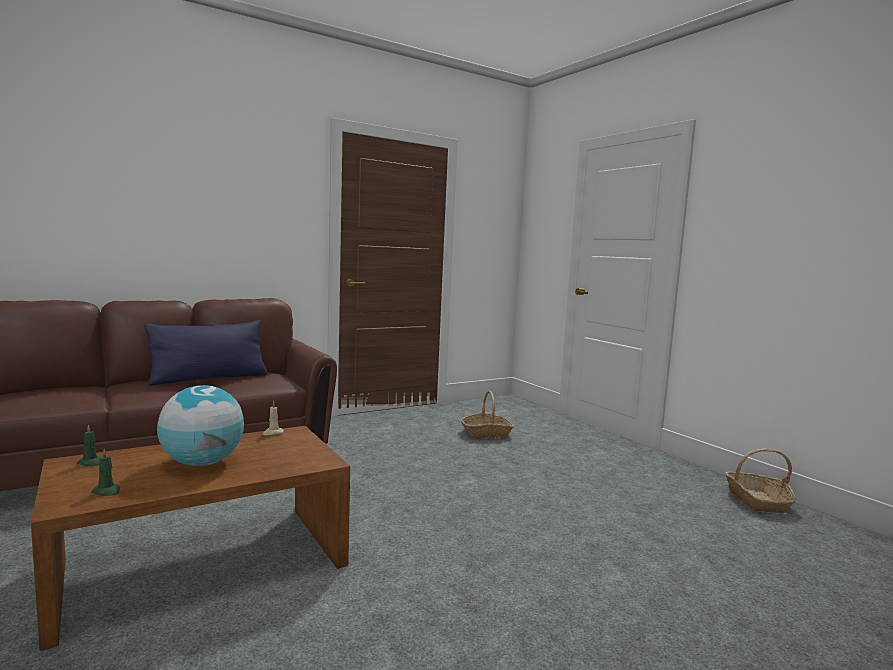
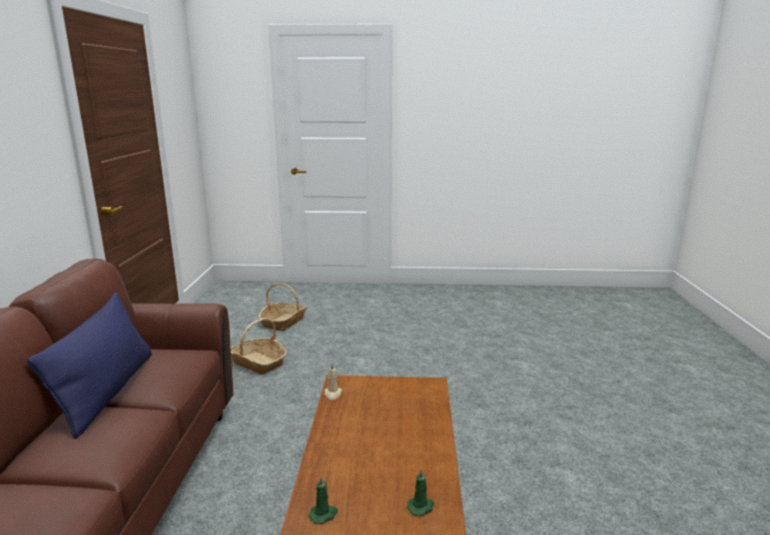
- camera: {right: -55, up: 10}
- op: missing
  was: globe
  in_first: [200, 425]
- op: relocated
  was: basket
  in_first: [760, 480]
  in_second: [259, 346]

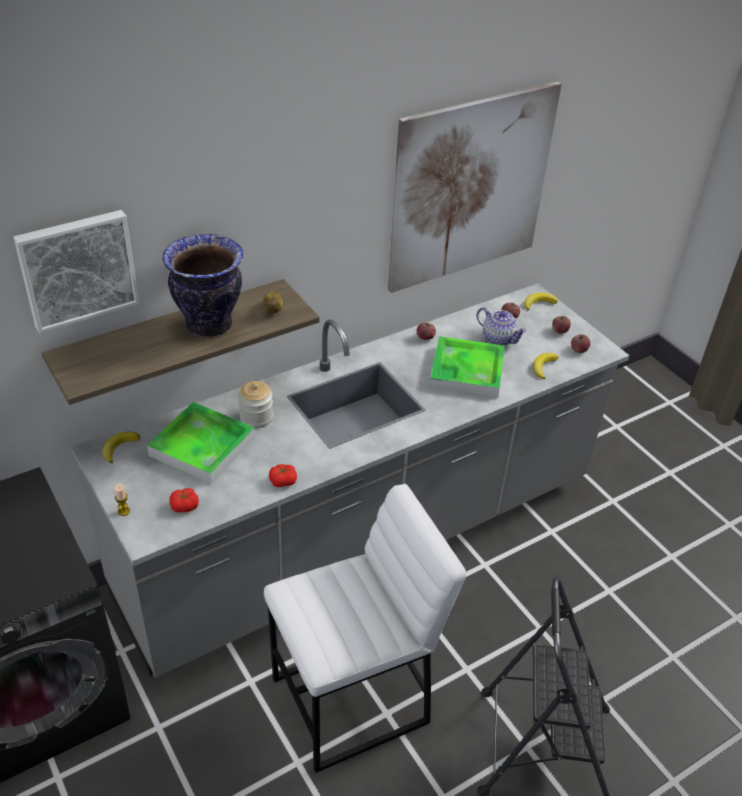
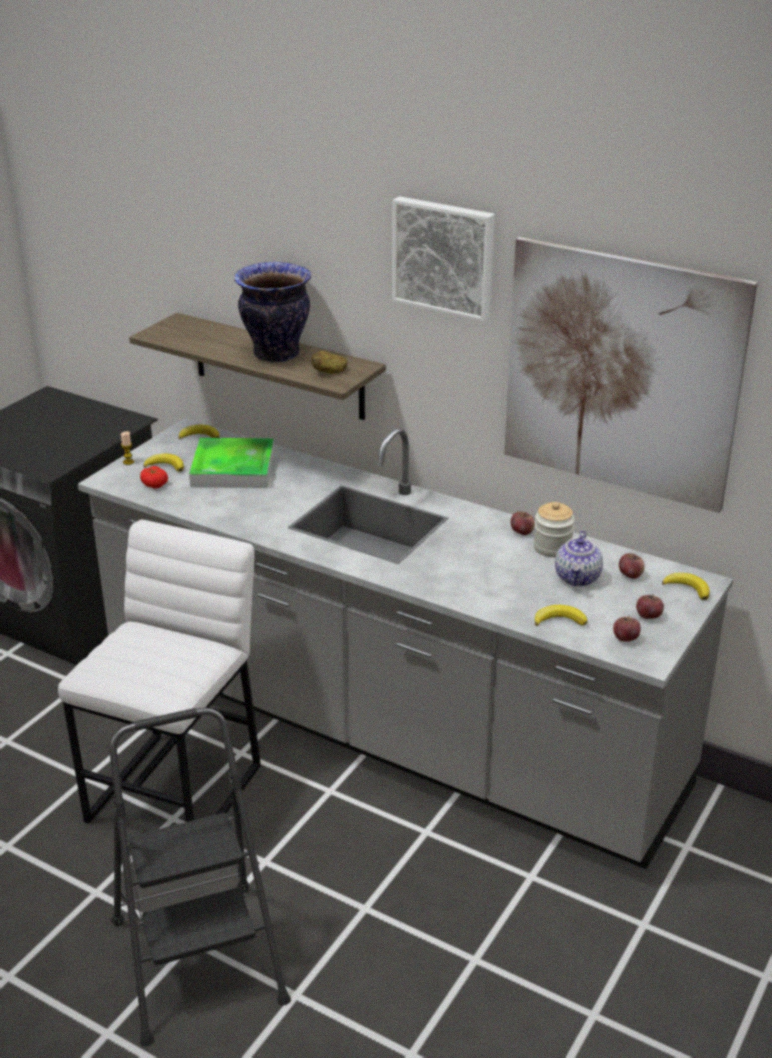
- camera: {right: 65, up: -10}
- op: missing
  was: tomato
  in_first: [283, 475]
- op: missing
  was: tray
  in_first: [466, 367]
- op: appeared
  now: banana
  in_second: [163, 463]
- op: relocated
  was: picture
  in_first: [76, 271]
  in_second: [443, 259]
- op: relocated
  was: jar
  in_first: [255, 405]
  in_second: [554, 529]
- op: spun
  was: white chair
  in_first: [365, 628]
  in_second: [159, 672]
  clockwise: -105

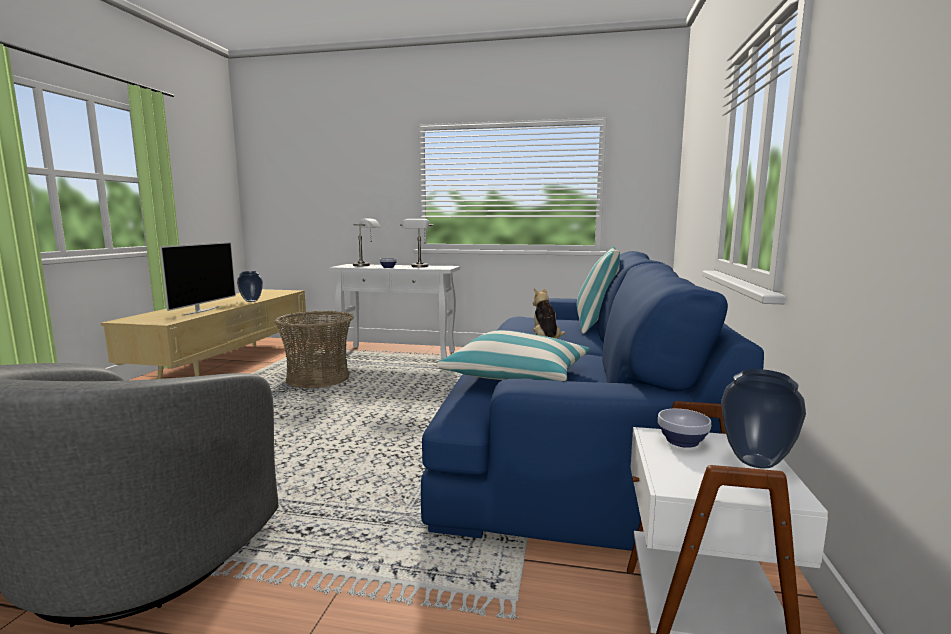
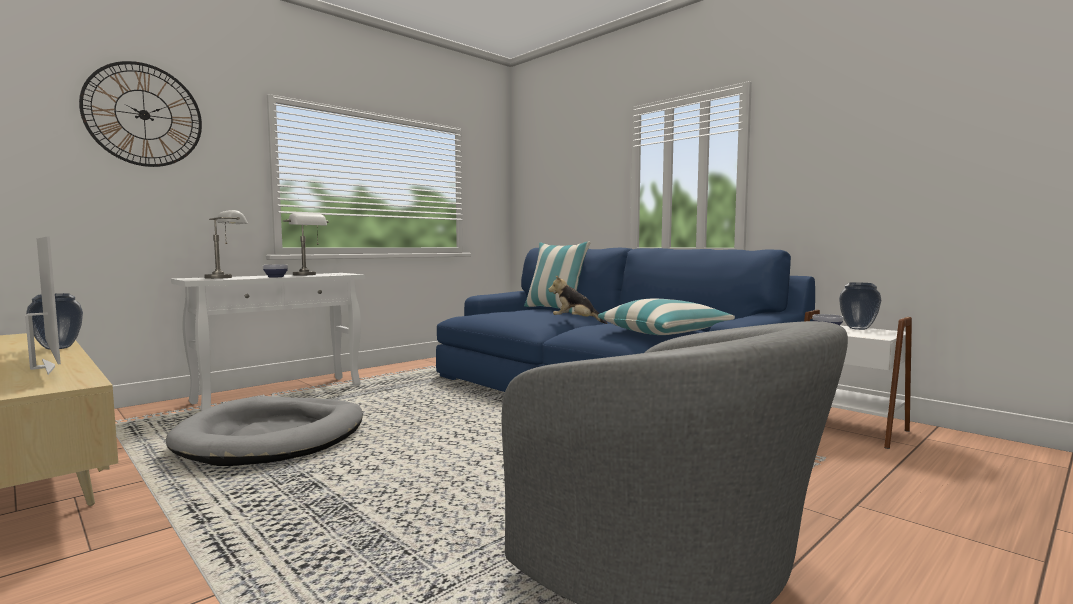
- camera: {right: -55, up: -5}
- op: appeared
  now: wall clock
  in_second: [140, 114]
- op: exchanged
  was: basket
  now: grey dog bed
  in_first: [314, 349]
  in_second: [264, 431]

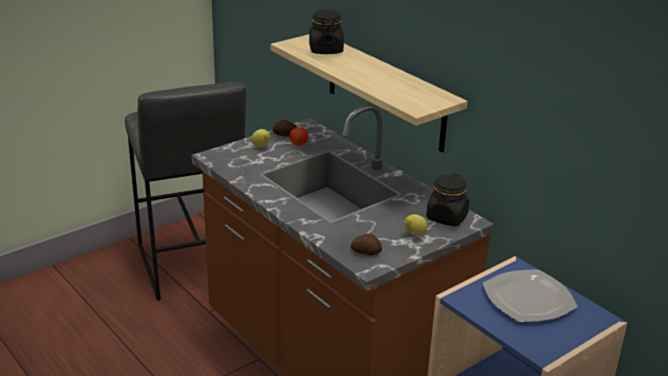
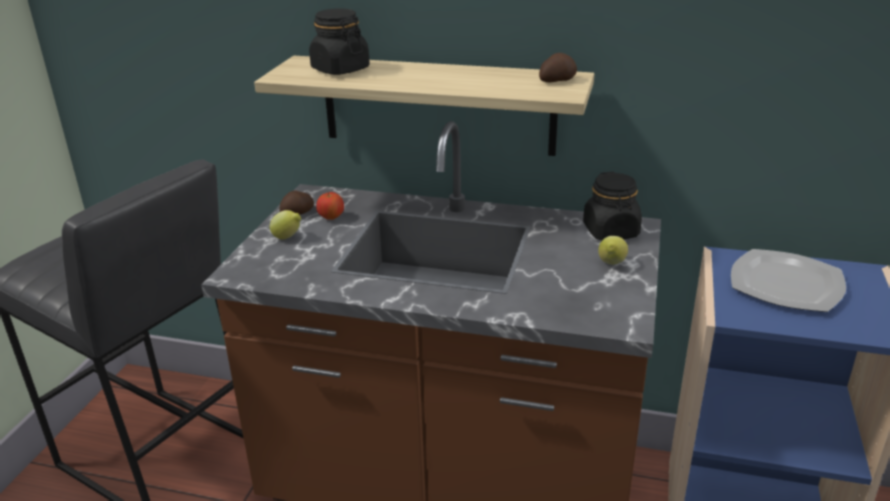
- camera: {right: -35, up: 0}
- op: relocated
  was: potato
  in_first: [366, 244]
  in_second: [558, 68]

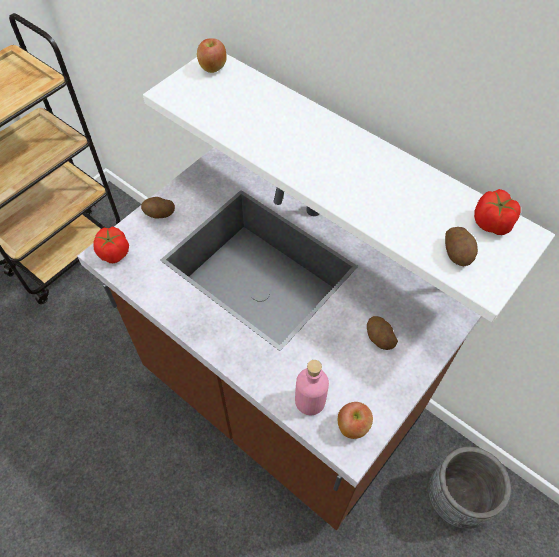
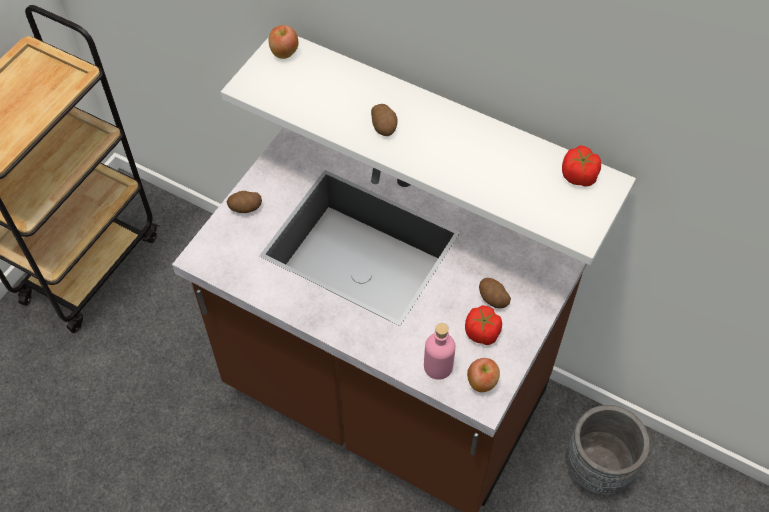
- camera: {right: -10, up: 0}
- op: relocated
  was: tomato
  in_first: [111, 244]
  in_second: [483, 325]
- op: relocated
  was: potato
  in_first: [461, 246]
  in_second: [384, 120]

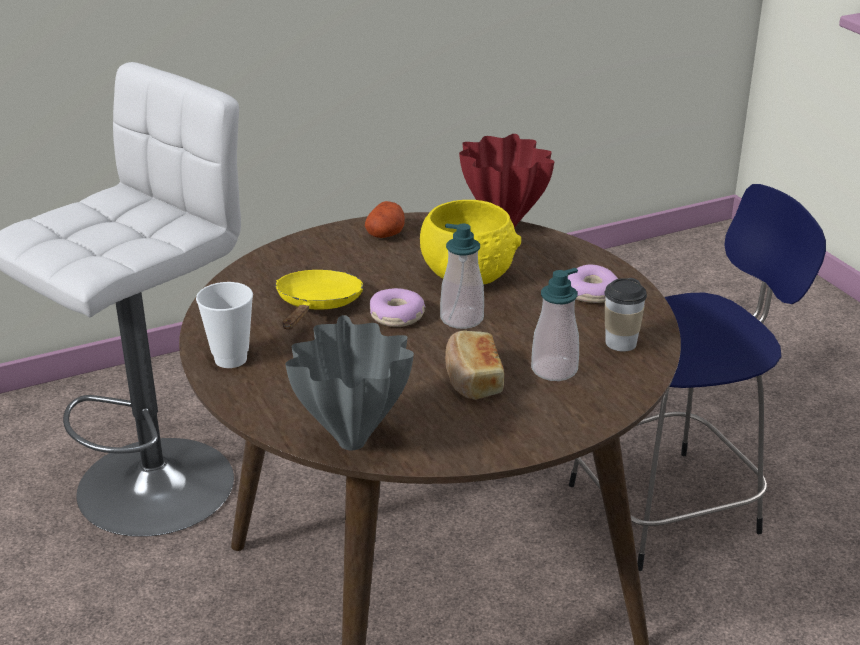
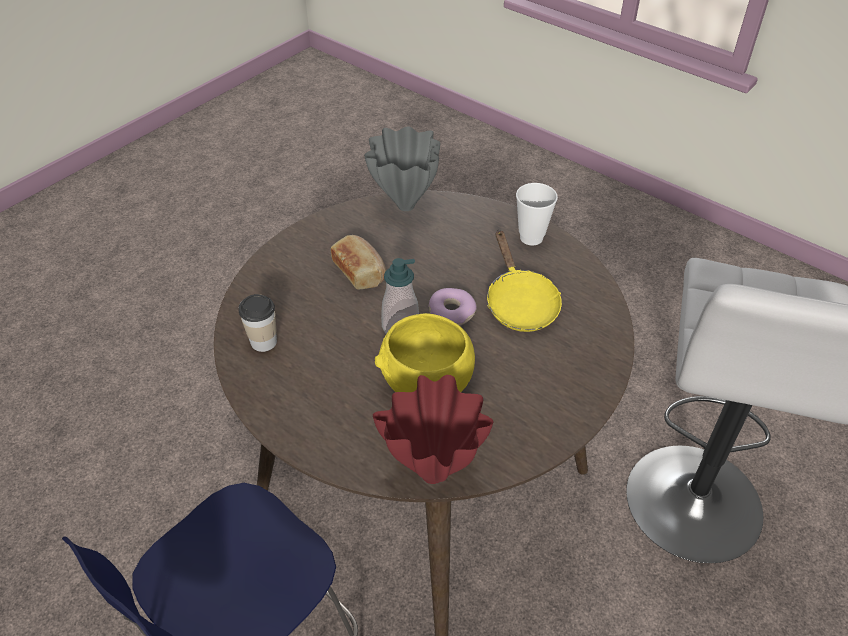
- camera: {right: 155, up: 15}
- op: missing
  was: potato
  in_first: [385, 219]
- op: missing
  was: soap dispenser
  in_first: [555, 324]
- op: missing
  was: donut
  in_first: [593, 284]

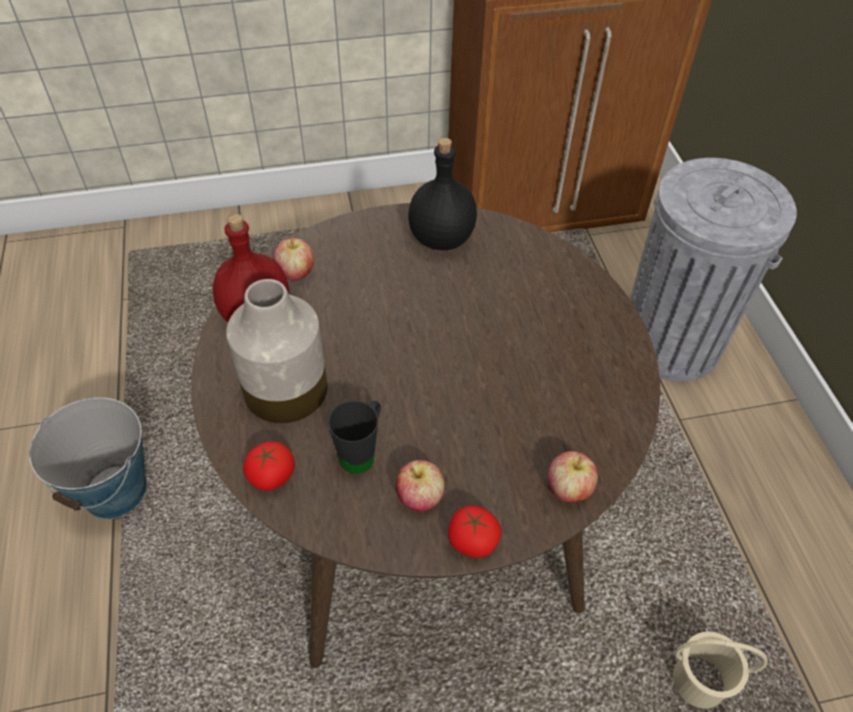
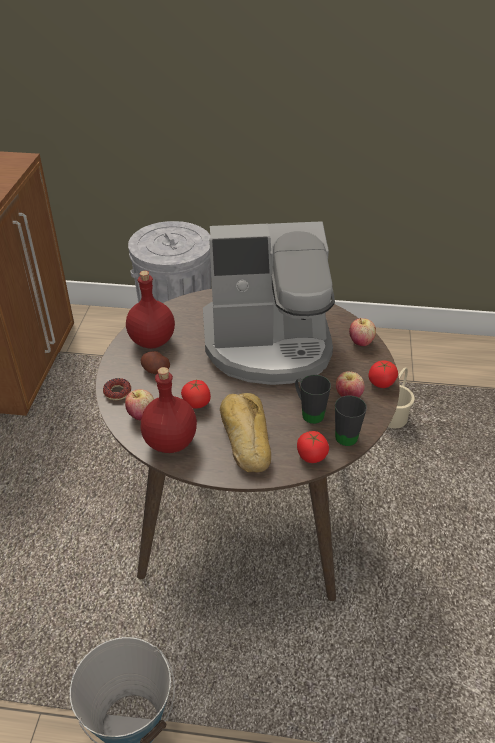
- camera: {right: -70, up: -10}
- op: appeared
  now: donut
  in_second: [117, 389]
- op: appeared
  now: potato
  in_second: [155, 362]
- op: appeared
  now: tomato
  in_second: [196, 394]
- op: appeared
  now: coffee machine
  in_second: [269, 303]
- op: appeared
  now: black mug
  in_second: [351, 421]
- op: exchanged
  was: beige vase
  now: bread
  in_first: [277, 351]
  in_second: [245, 432]
- op: colour
  was: black bottle
  now: red bottle
  in_first: [442, 194]
  in_second: [150, 310]

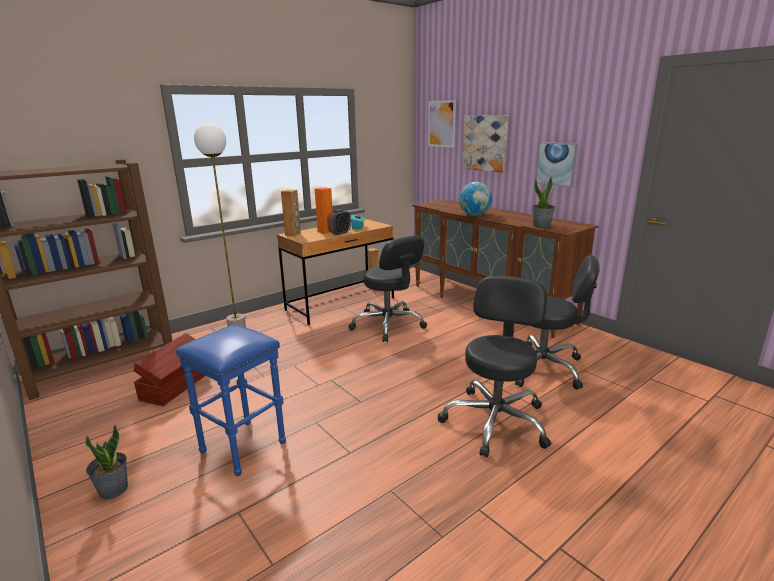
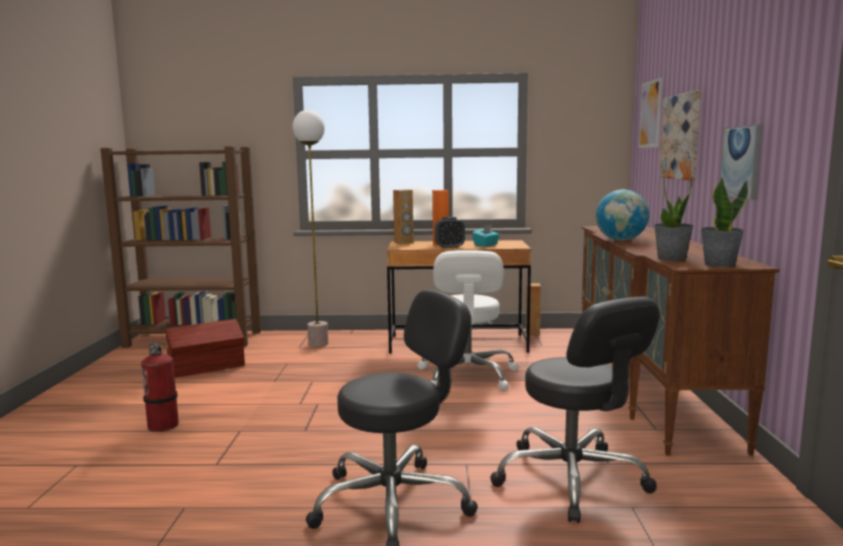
- camera: {right: 40, up: -10}
- op: relocated
  was: potted plant
  in_first: [106, 461]
  in_second: [724, 222]
- op: exchanged
  was: blue stool
  now: fire extinguisher
  in_first: [231, 400]
  in_second: [160, 387]
- op: colour
  was: black office chair
  now: white office chair
  in_first: [387, 288]
  in_second: [467, 320]

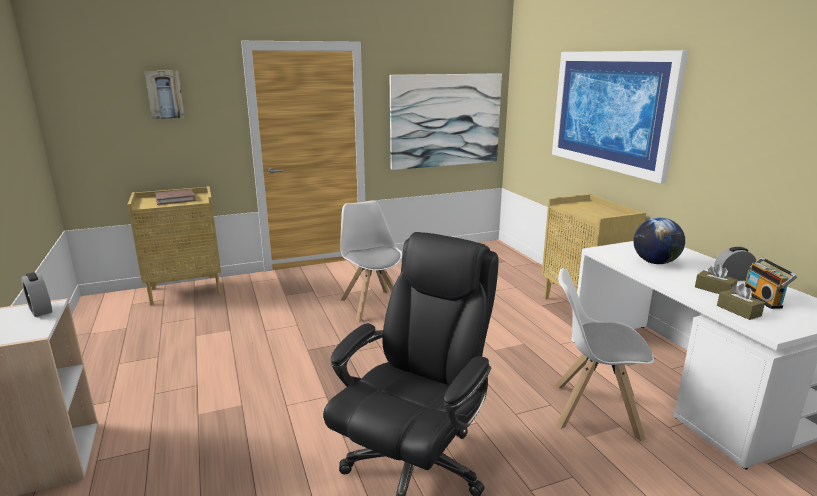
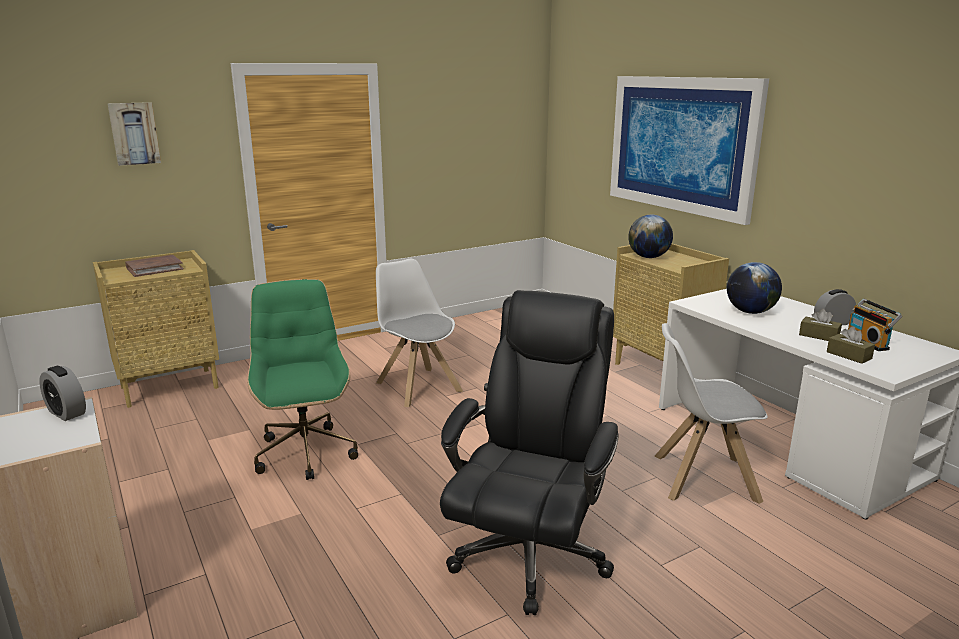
- camera: {right: -10, up: 0}
- op: missing
  was: picture
  in_first: [446, 121]
- op: appeared
  now: green office chair
  in_second: [302, 379]
- op: appeared
  now: globe
  in_second: [650, 236]

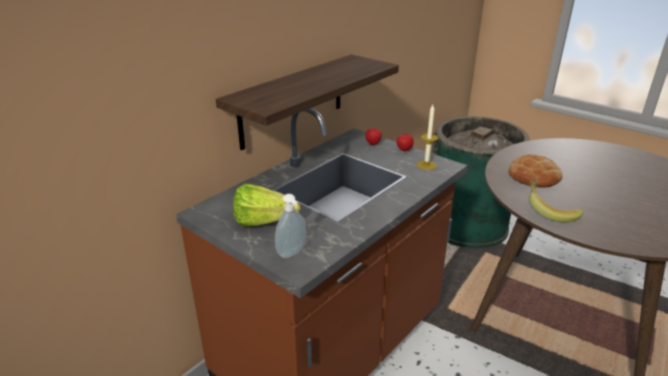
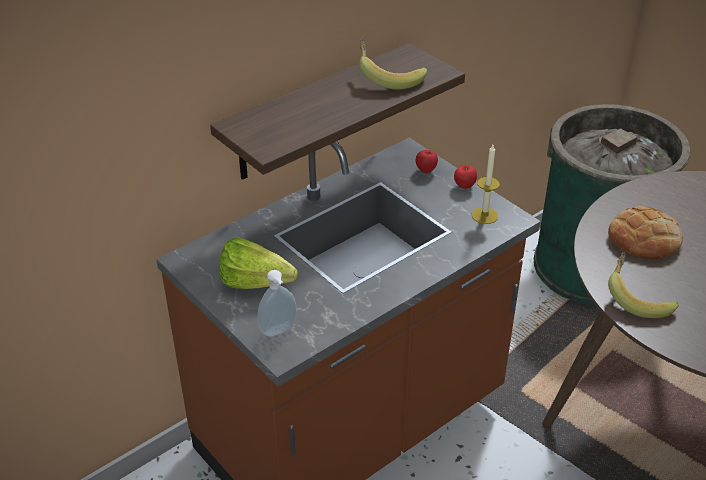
- camera: {right: 10, up: 10}
- op: appeared
  now: banana
  in_second: [393, 64]

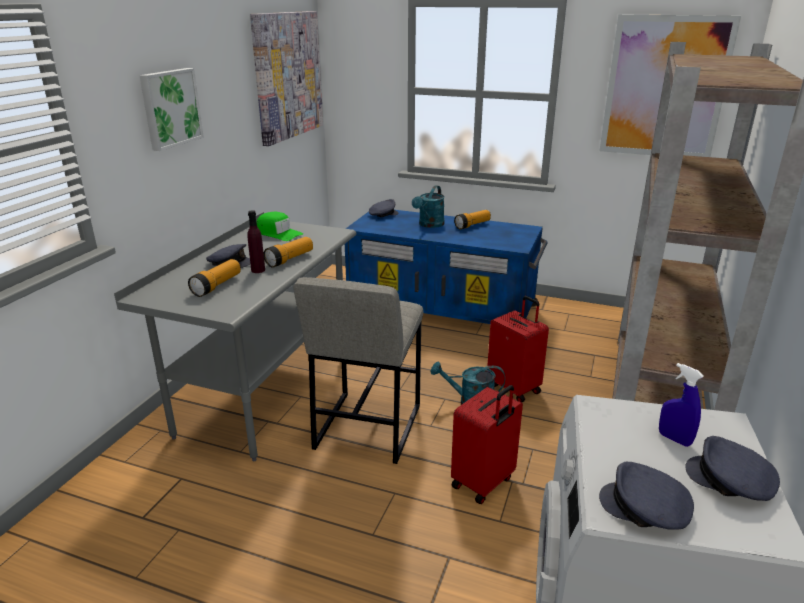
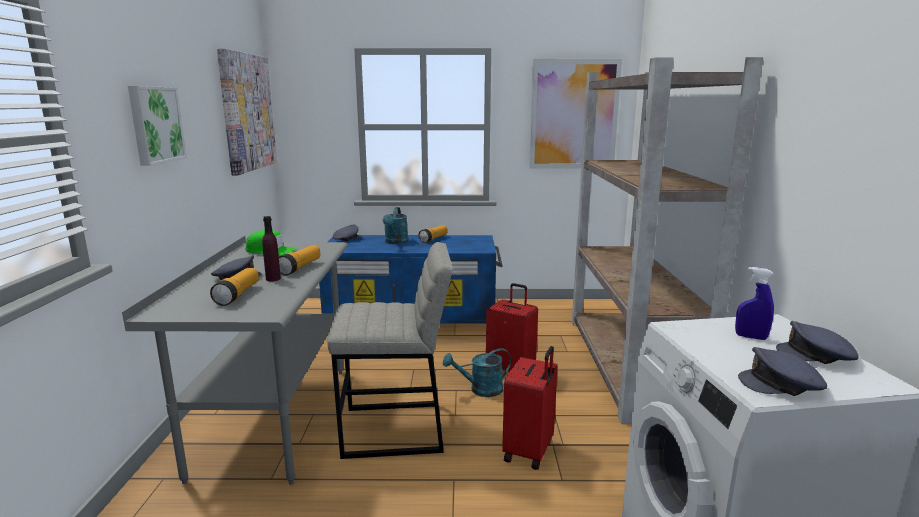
- camera: {right: -20, up: -10}
- op: spun
  was: grey chair
  in_first: [358, 370]
  in_second: [390, 350]
  clockwise: -90

